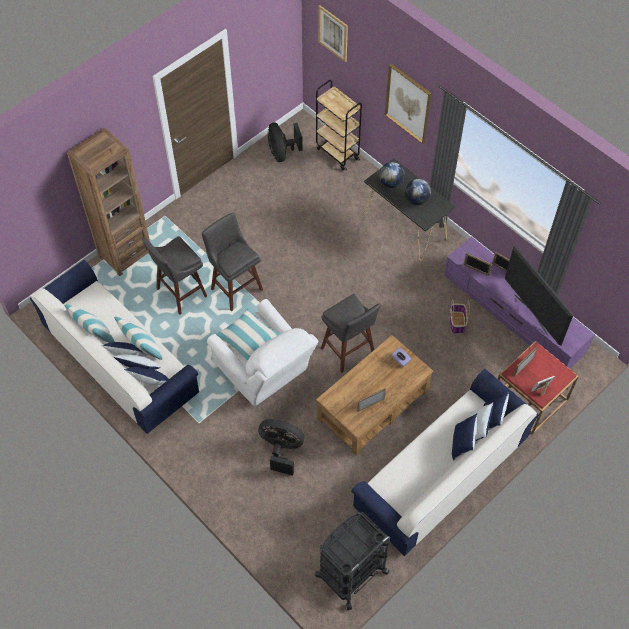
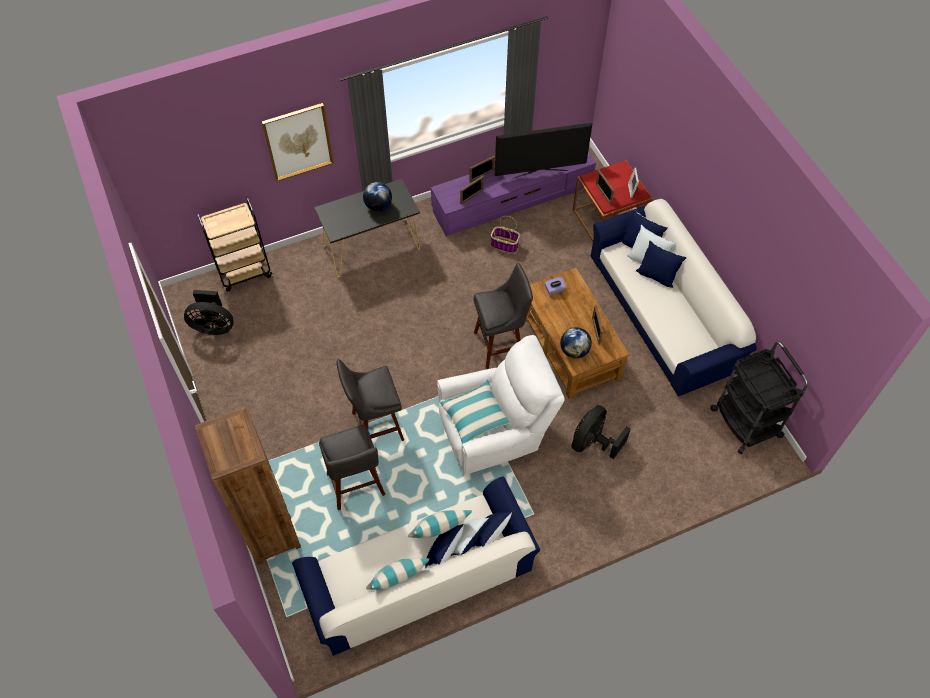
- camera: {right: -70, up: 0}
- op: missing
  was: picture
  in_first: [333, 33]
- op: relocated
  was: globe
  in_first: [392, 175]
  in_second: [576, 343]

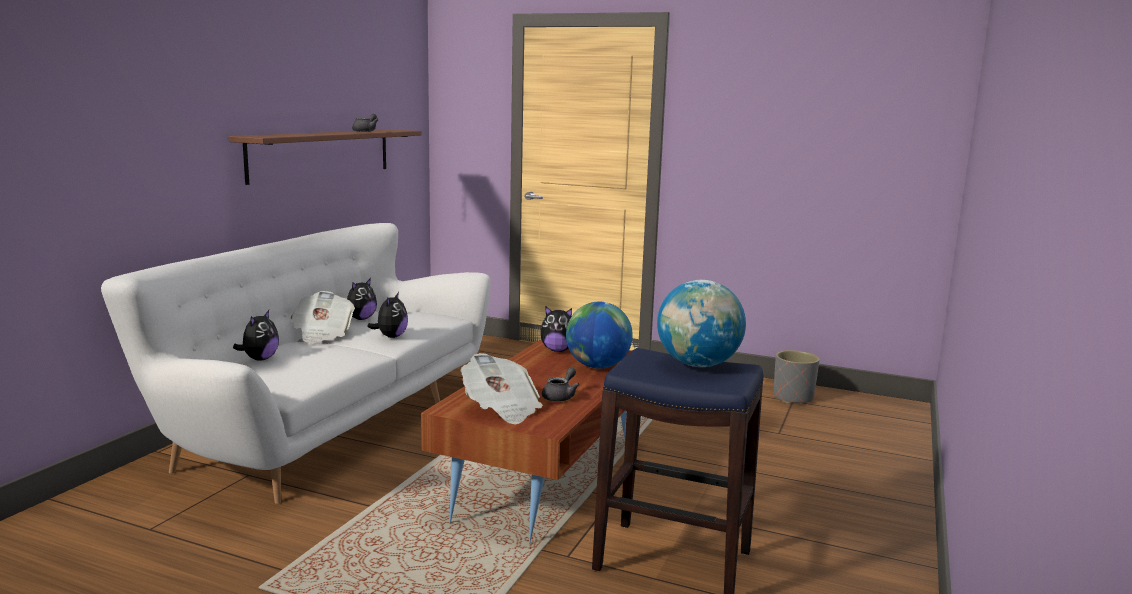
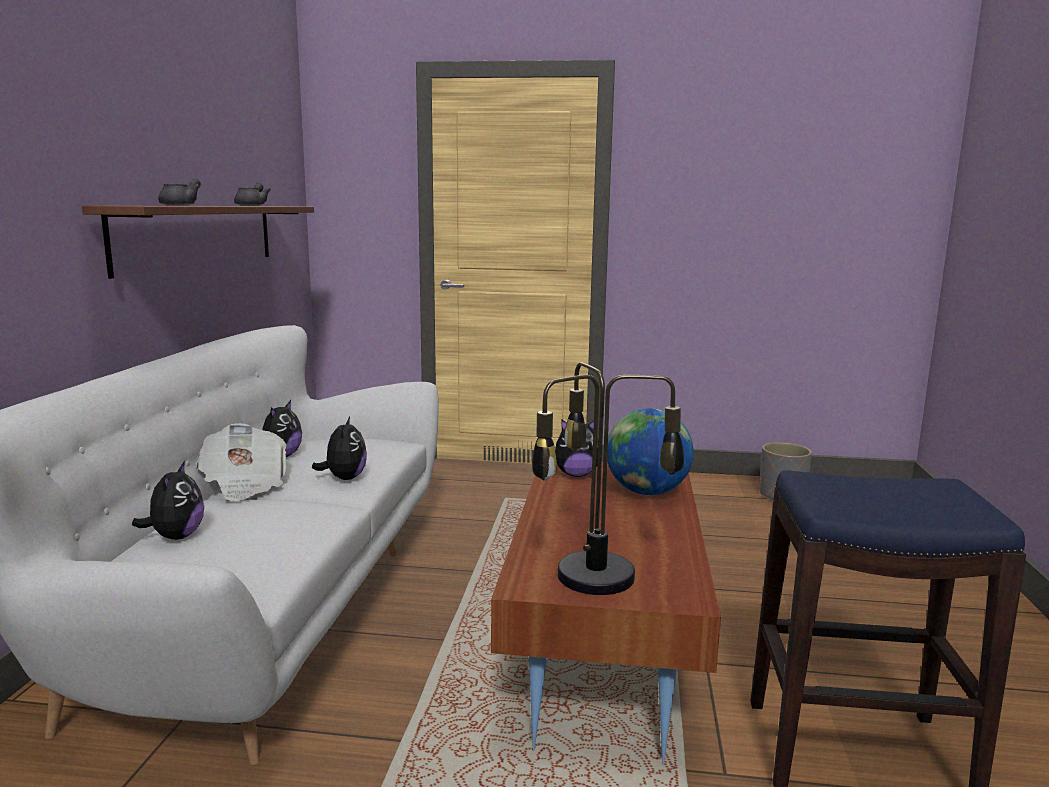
- camera: {right: -15, up: 0}
- op: missing
  was: globe
  in_first: [701, 323]
- op: relocated
  was: grey teapot
  in_first: [561, 384]
  in_second: [179, 191]
- op: exchanged
  was: newspaper
  now: table lamp
  in_first: [502, 388]
  in_second: [608, 478]

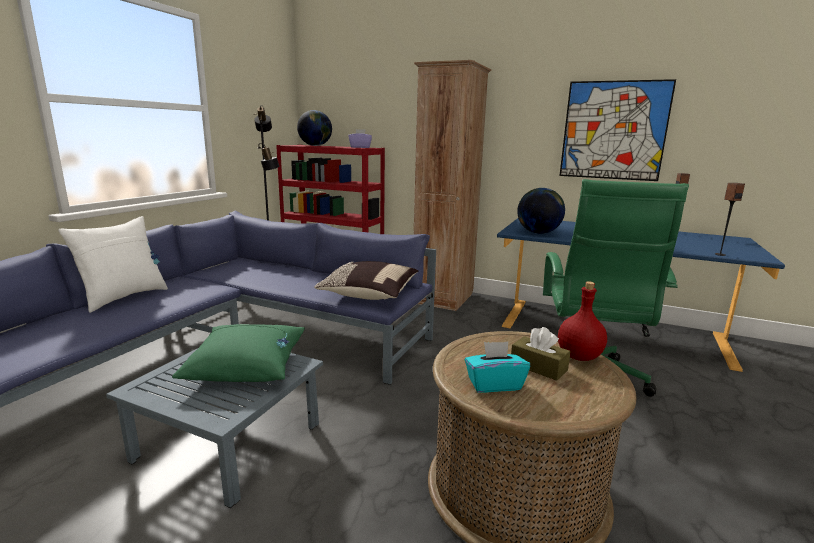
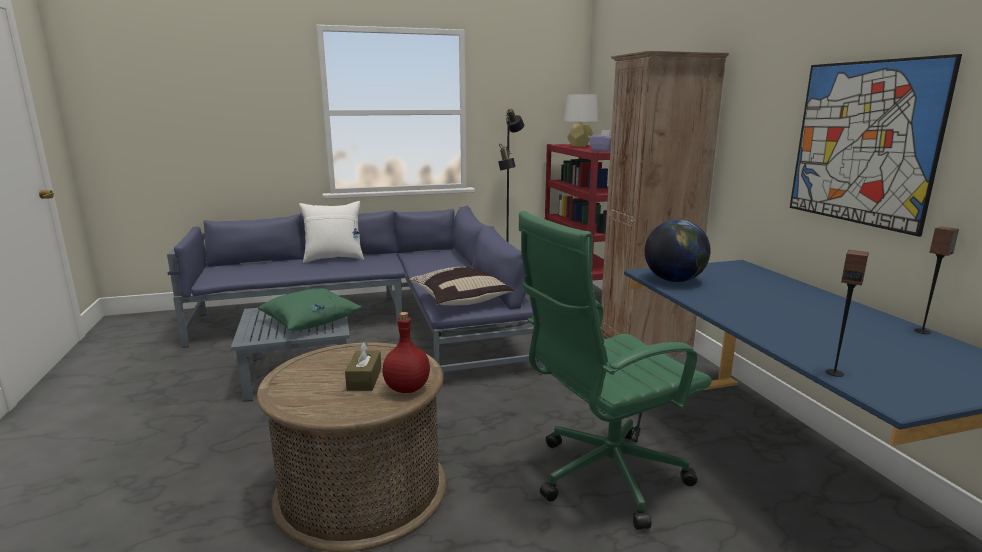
- camera: {right: 50, up: 0}
- op: missing
  was: turquoise tissue box
  in_first: [497, 367]
- op: exchanged
  was: globe
  now: grey table lamp
  in_first: [314, 128]
  in_second: [581, 120]

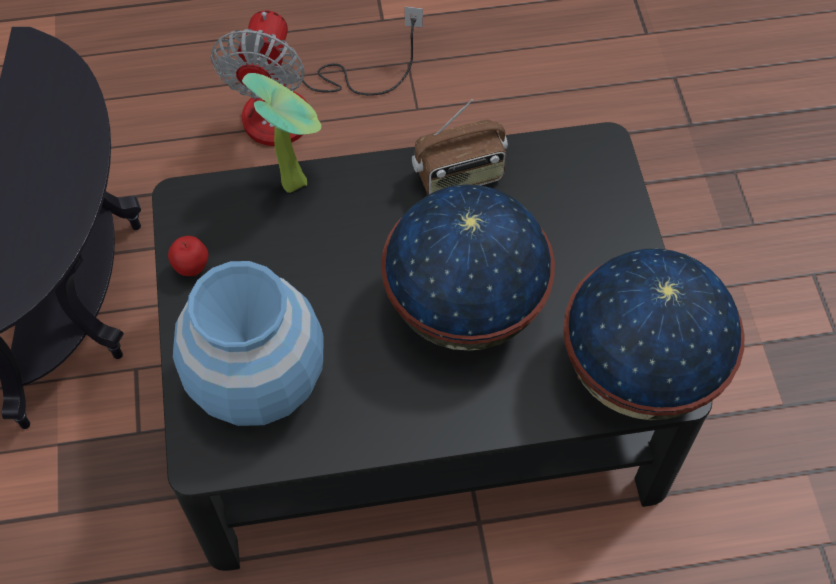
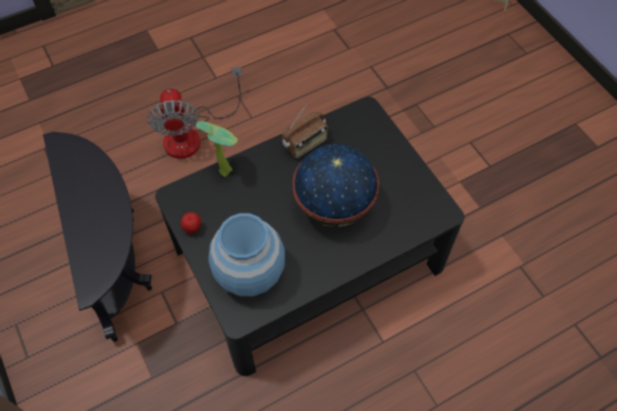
- camera: {right: -20, up: 0}
- op: missing
  was: globe
  in_first: [654, 334]

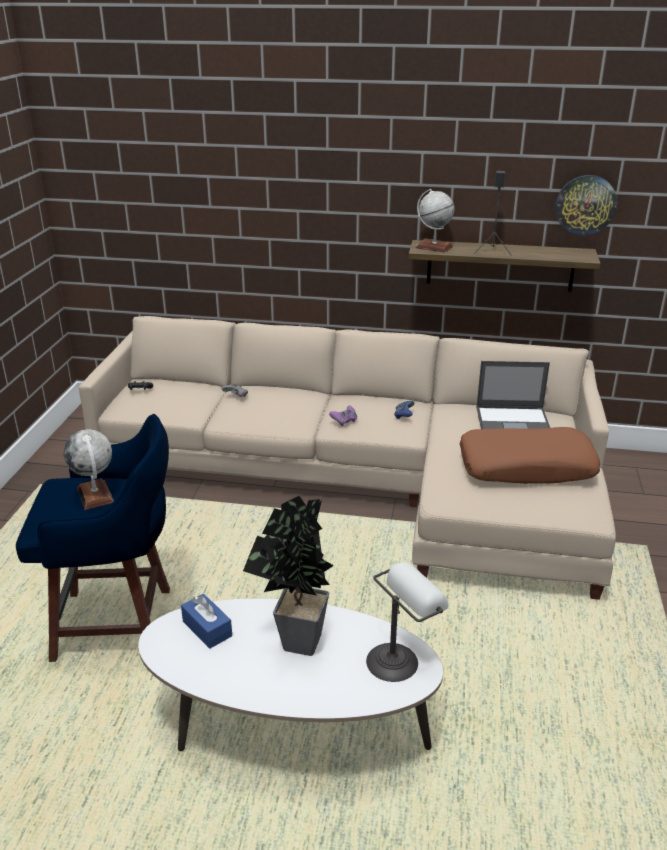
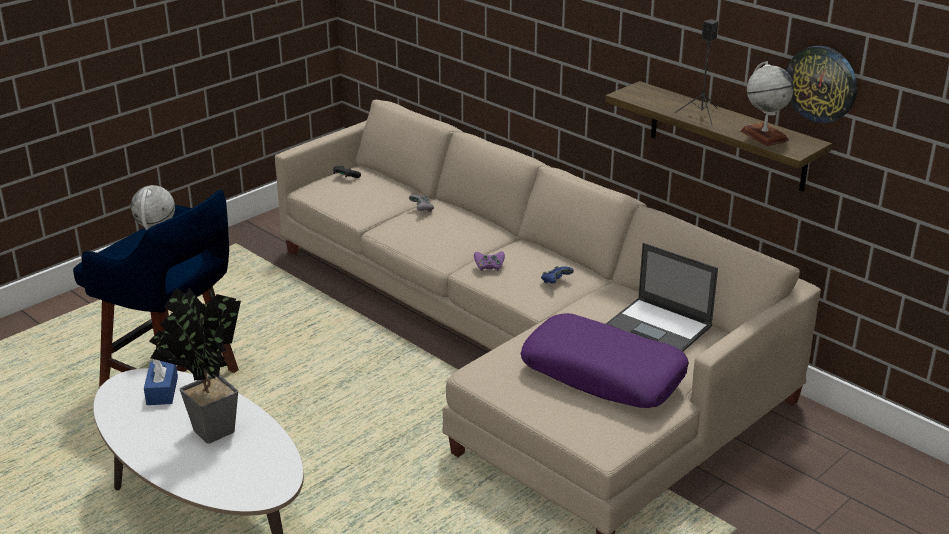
- camera: {right: 35, up: 0}
- op: missing
  was: table lamp
  in_first: [407, 622]
- op: relocated
  was: globe
  in_first: [435, 221]
  in_second: [767, 103]
- op: colour
  was: brown pillow
  now: purple pillow
  in_first: [530, 455]
  in_second: [604, 360]

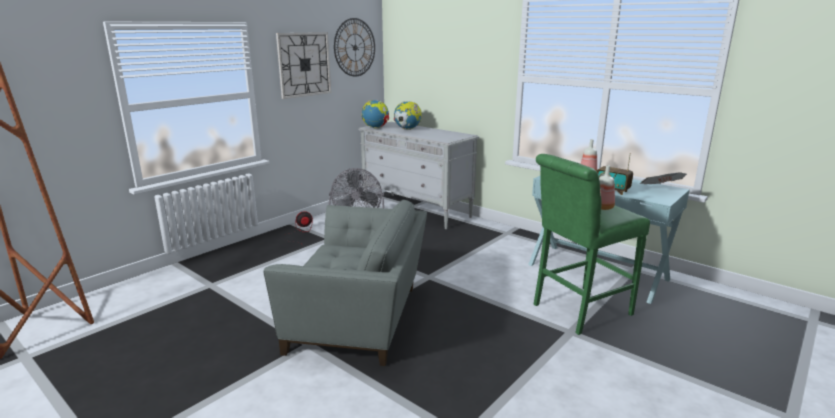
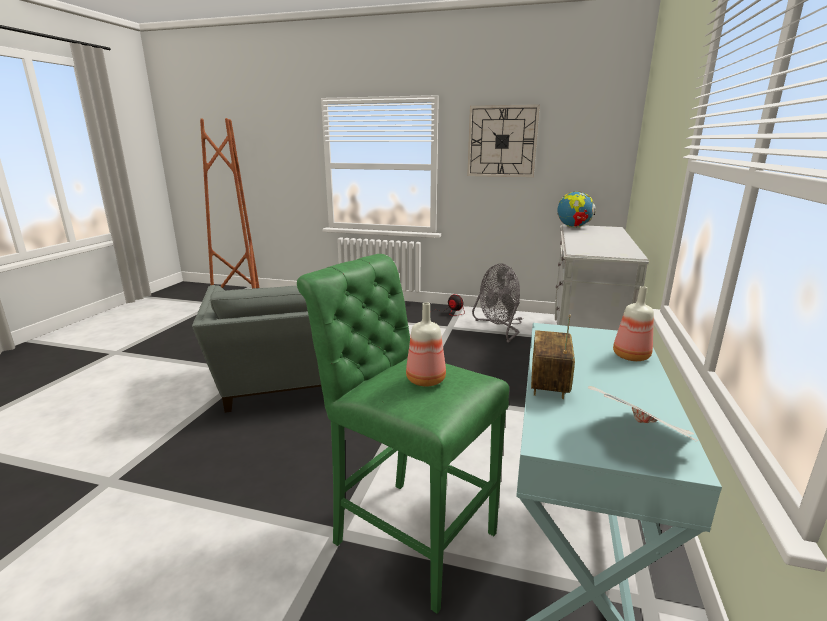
- camera: {right: 65, up: 0}
- op: missing
  was: wall clock
  in_first: [354, 47]
- op: missing
  was: globe
  in_first: [408, 115]

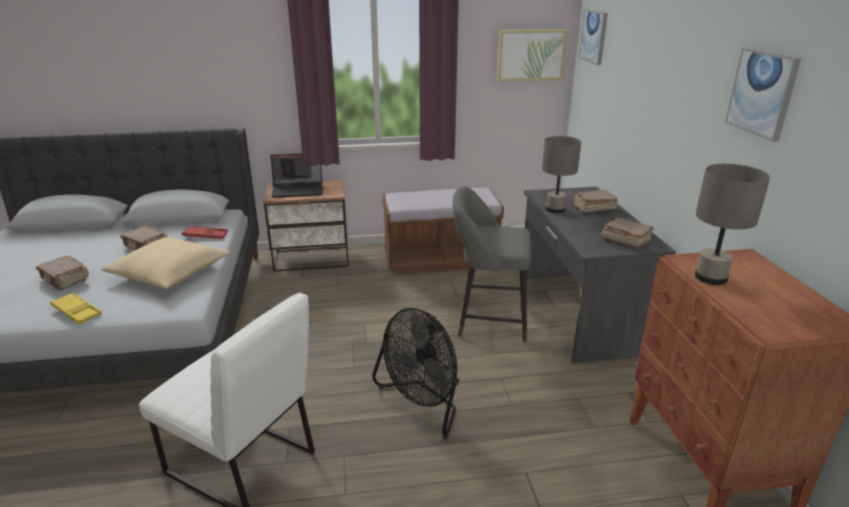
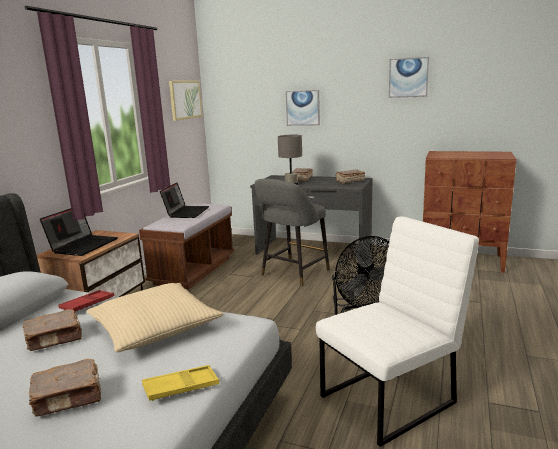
- camera: {right: -60, up: -10}
- op: missing
  was: grey table lamp
  in_first: [732, 224]
- op: appeared
  now: laptop
  in_second: [184, 200]
- op: relocated
  was: picture
  in_first: [593, 37]
  in_second: [303, 108]

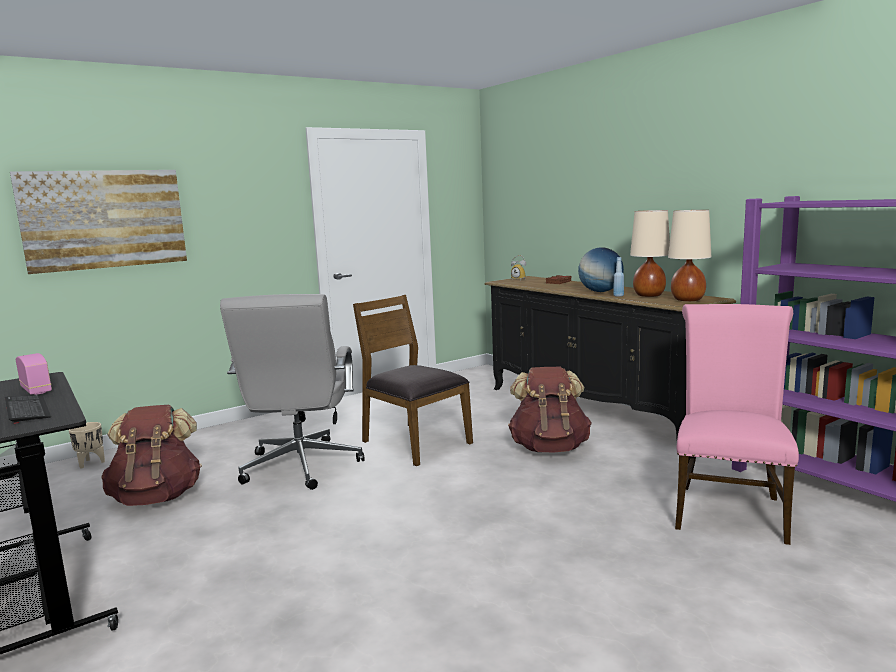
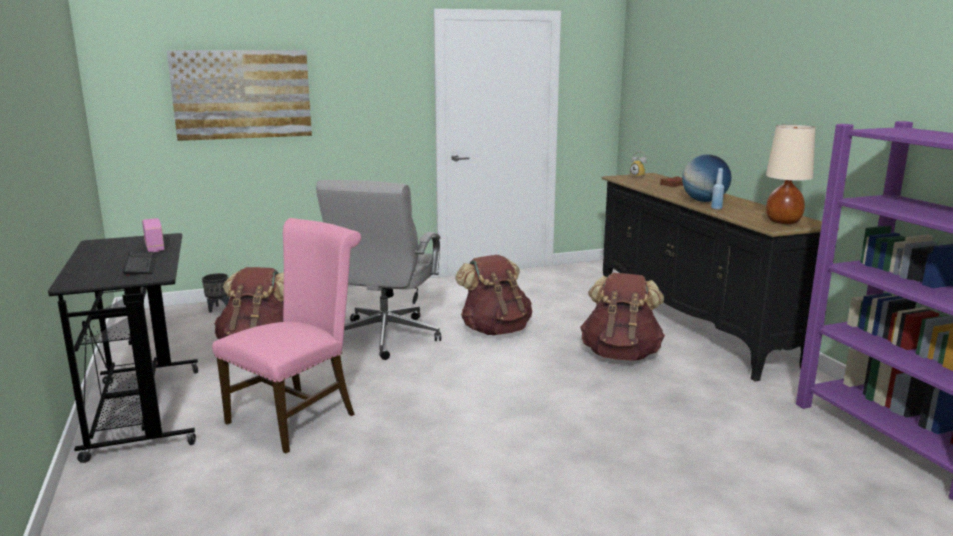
- camera: {right: 15, up: 5}
- op: missing
  was: beige table lamp
  in_first: [650, 253]
- op: relocated
  was: pink chair
  in_first: [737, 424]
  in_second: [286, 335]
- op: exchanged
  was: brown chair
  now: brown backpack
  in_first: [413, 380]
  in_second: [493, 295]
- op: colour
  was: beige planter
  now: black planter
  in_first: [87, 445]
  in_second: [215, 293]

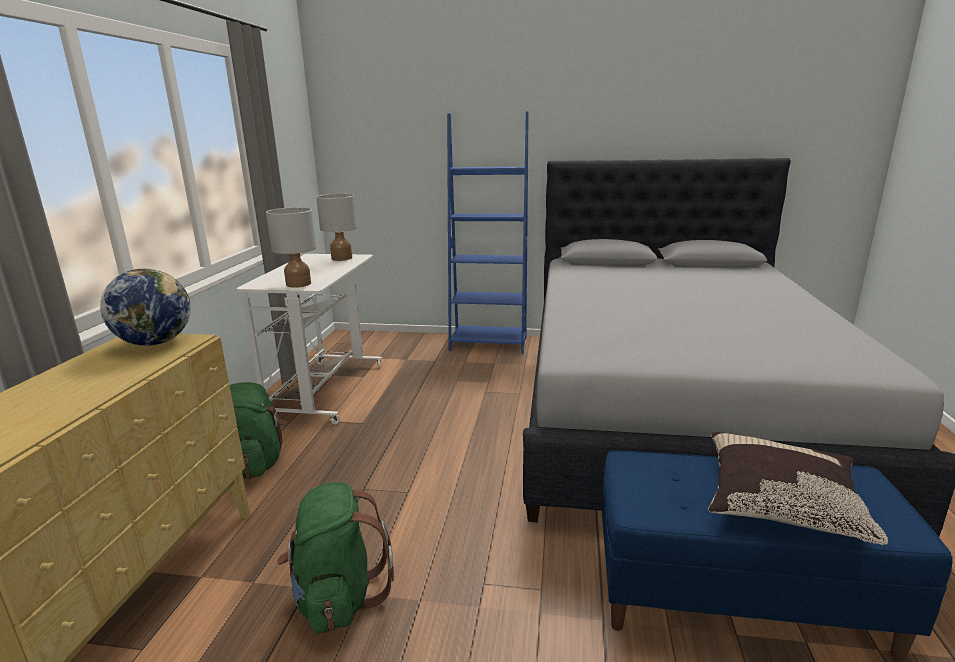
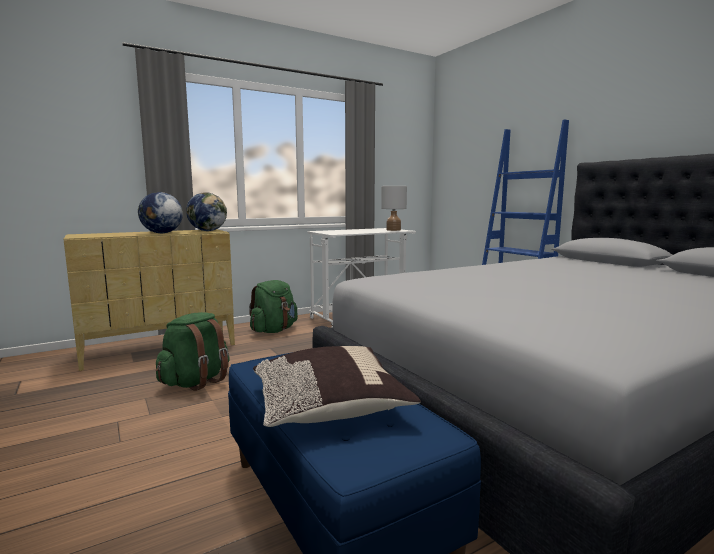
- camera: {right: 50, up: -10}
- op: missing
  was: grey table lamp
  in_first: [291, 247]
- op: appeared
  now: globe
  in_second: [160, 212]

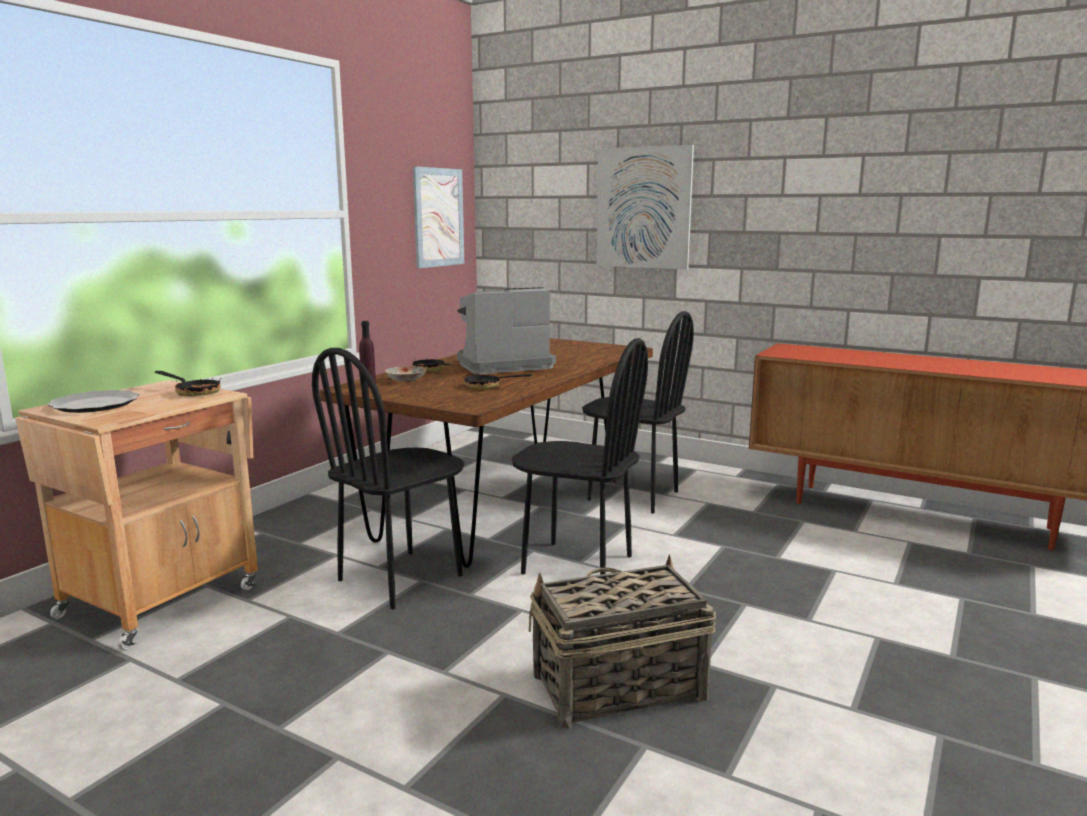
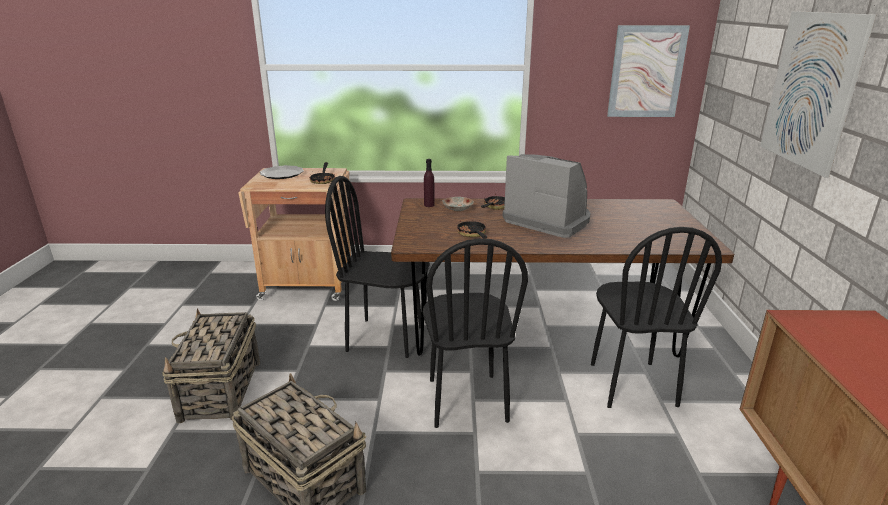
- camera: {right: 60, up: 10}
- op: appeared
  now: basket
  in_second: [211, 366]

